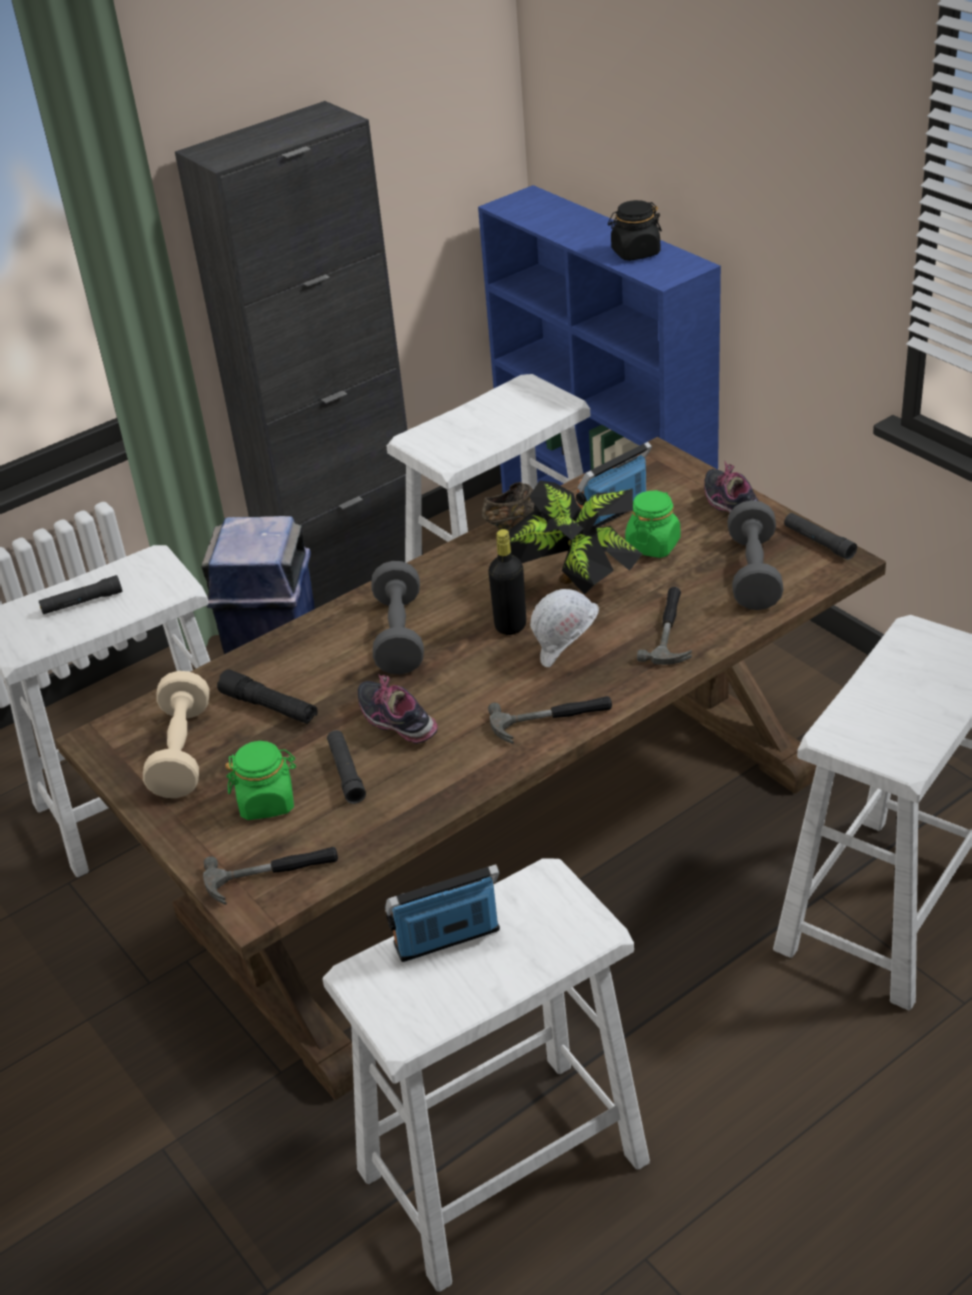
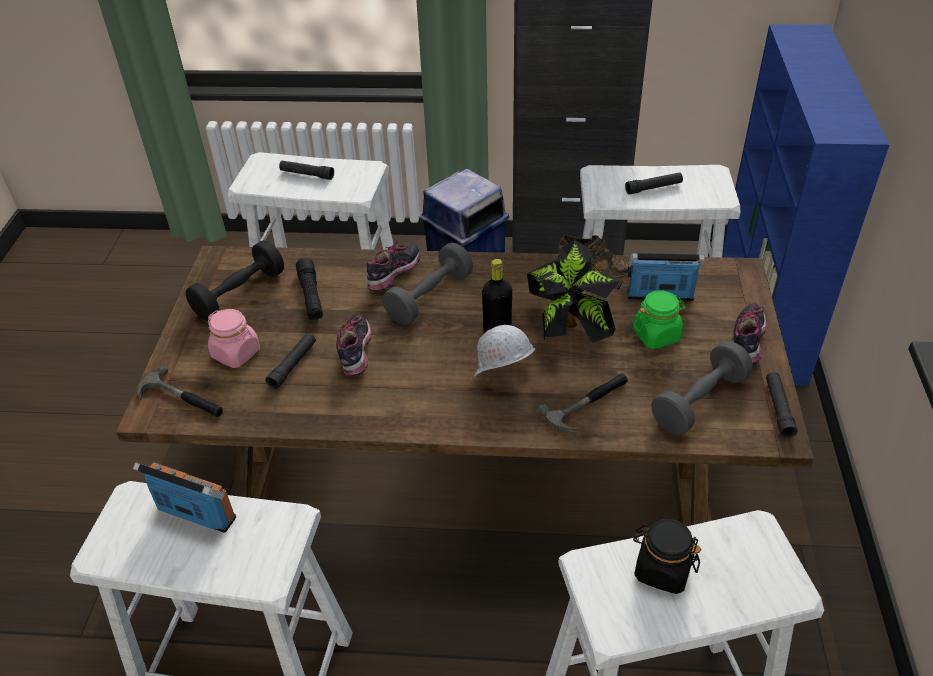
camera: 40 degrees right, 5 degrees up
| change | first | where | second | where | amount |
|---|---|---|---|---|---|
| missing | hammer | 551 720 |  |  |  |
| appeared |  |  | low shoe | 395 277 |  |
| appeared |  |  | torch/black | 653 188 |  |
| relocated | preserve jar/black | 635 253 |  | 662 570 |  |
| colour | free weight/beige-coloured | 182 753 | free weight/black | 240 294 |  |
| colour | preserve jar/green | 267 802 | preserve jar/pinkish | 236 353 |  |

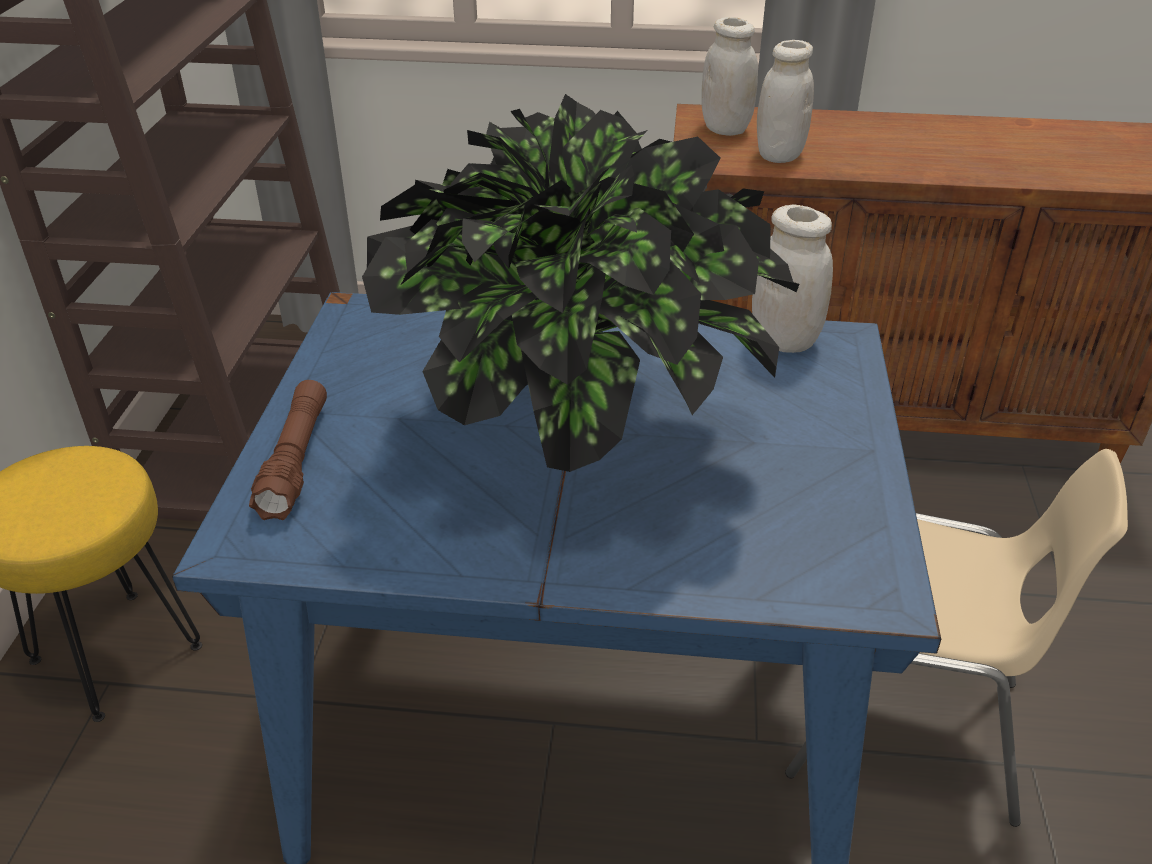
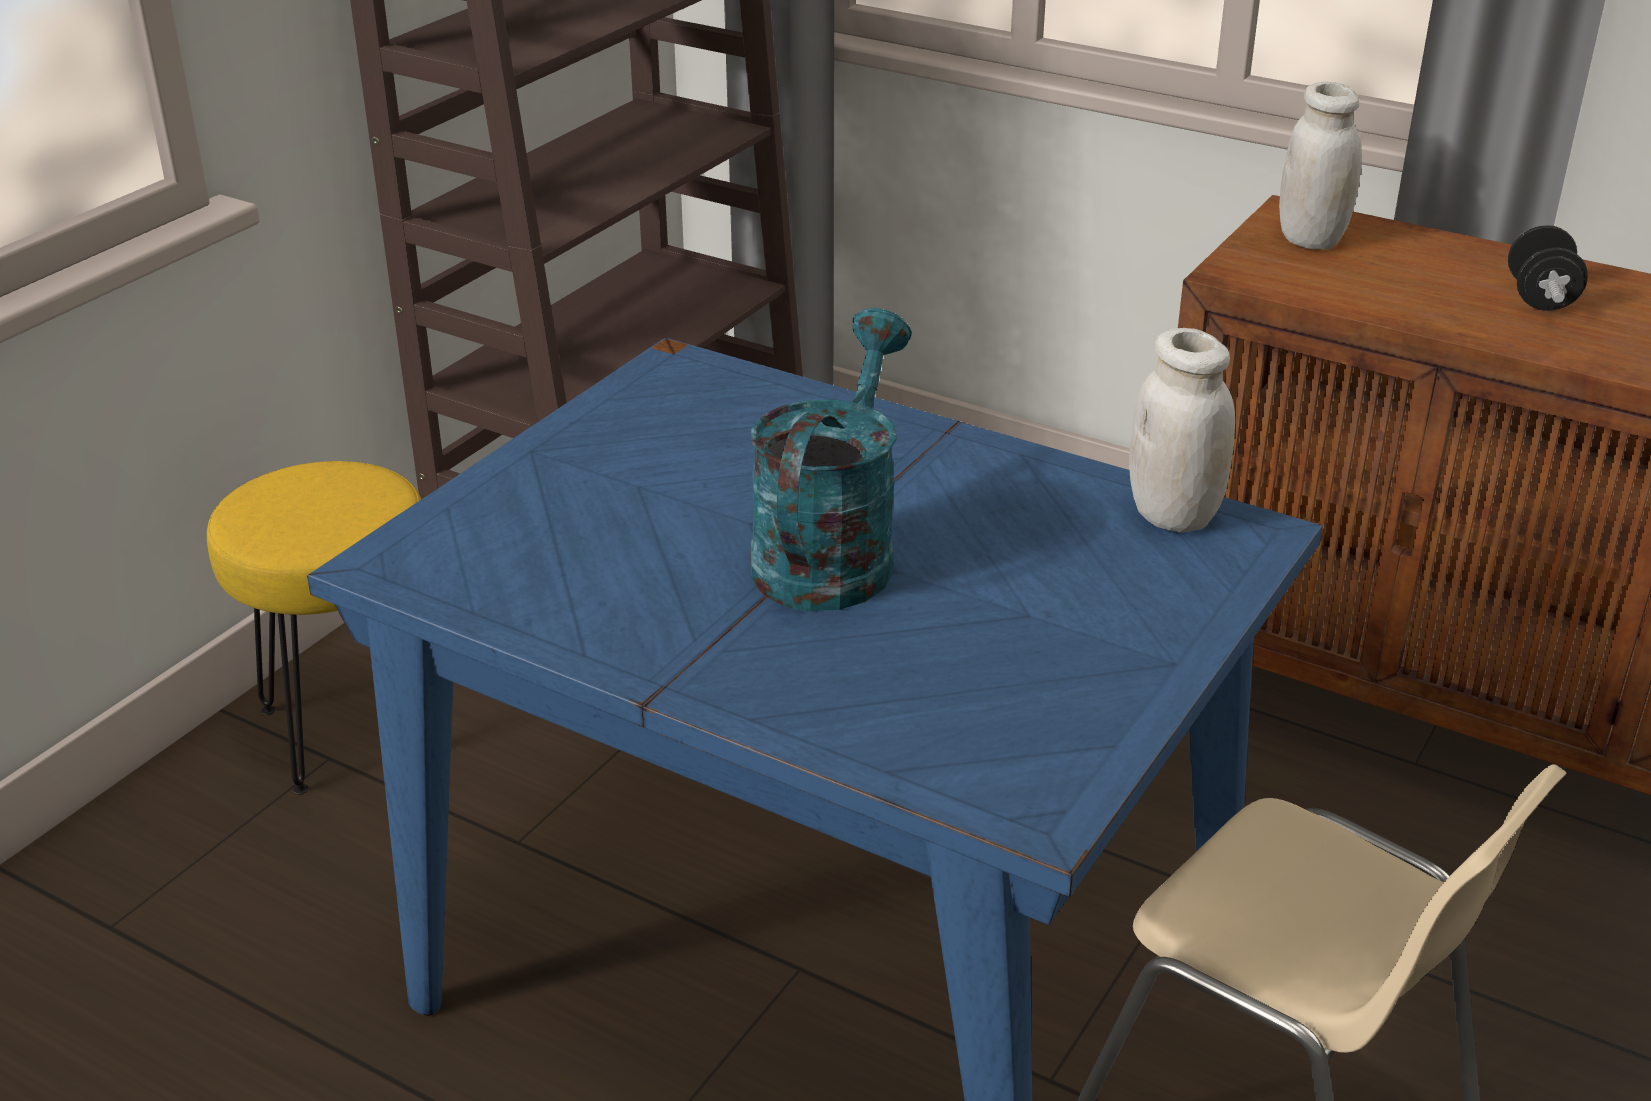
camera: 25 degrees right, 5 degrees down
| change | first | where | second | where | amount |
|---|---|---|---|---|---|
| missing | torch/brown-coloured | 295 461 |  |  |  |
| missing | preserve jar/white-coloured | 779 155 |  |  |  |
| appeared |  |  | free weight/black | 1540 298 |  |
| exchanged | houseplant | 581 431 | sprinkling can/turquoise | 830 551 |  |

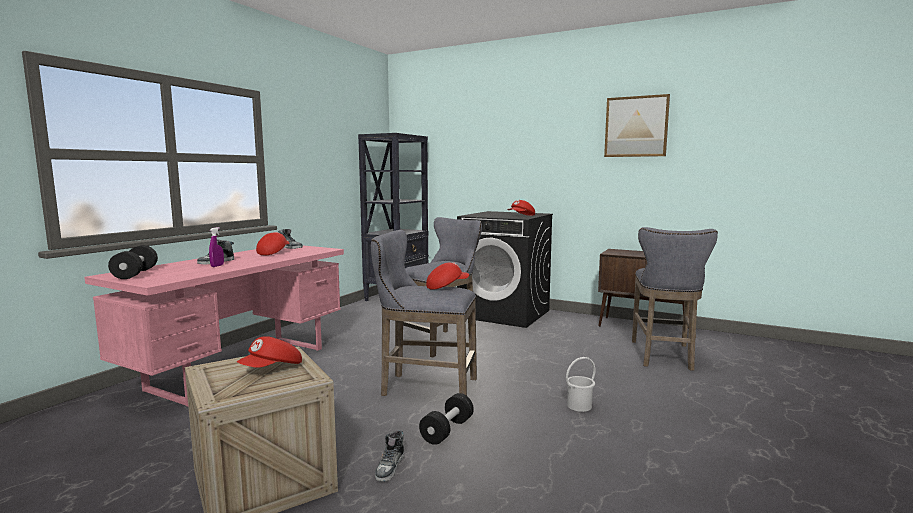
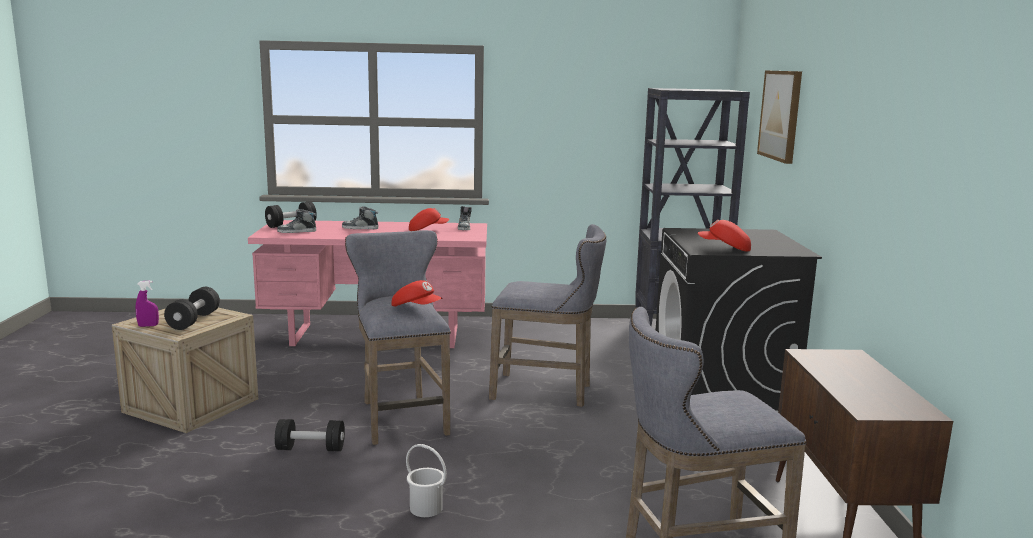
camera: 60 degrees right, 5 degrees up
| change | first | where | second | where | amount |
|---|---|---|---|---|---|
| relocated | sprayer/purple-coloured | 217 266 |  | 148 326 |  |
| relocated | low shoe | 390 467 |  | 297 231 |  |
| relocated | picture | 636 126 |  | 781 115 |  |
| exchanged | baseball cap/red-coloured | 272 369 | free weight/black | 194 321 |  |

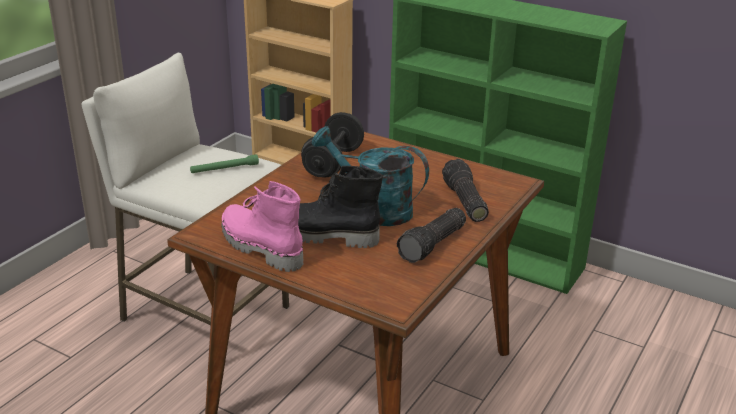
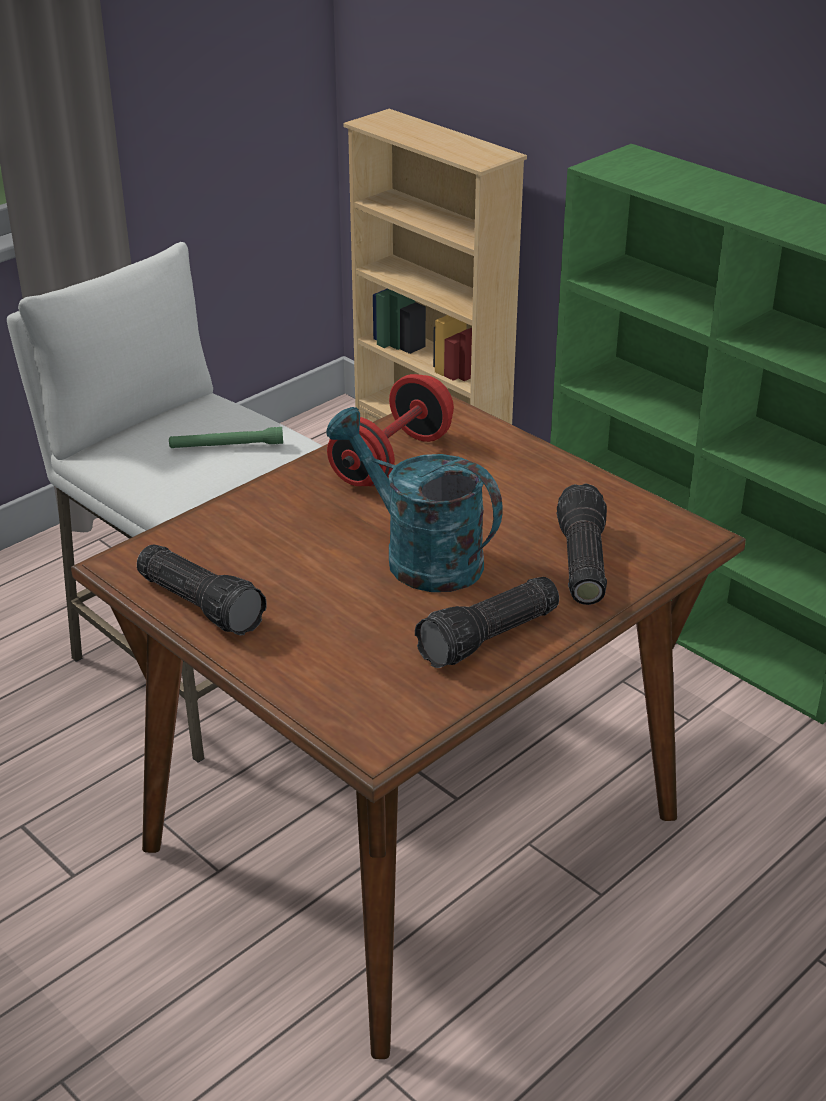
camera: 15 degrees right, 5 degrees up
| change | first | where | second | where | amount |
|---|---|---|---|---|---|
| missing | boot/black | 325 236 |  |  |  |
| exchanged | boot/pinkish | 259 248 | torch | 203 603 |  |
| colour | free weight/black | 333 163 | free weight/red-coloured | 392 460 |  |

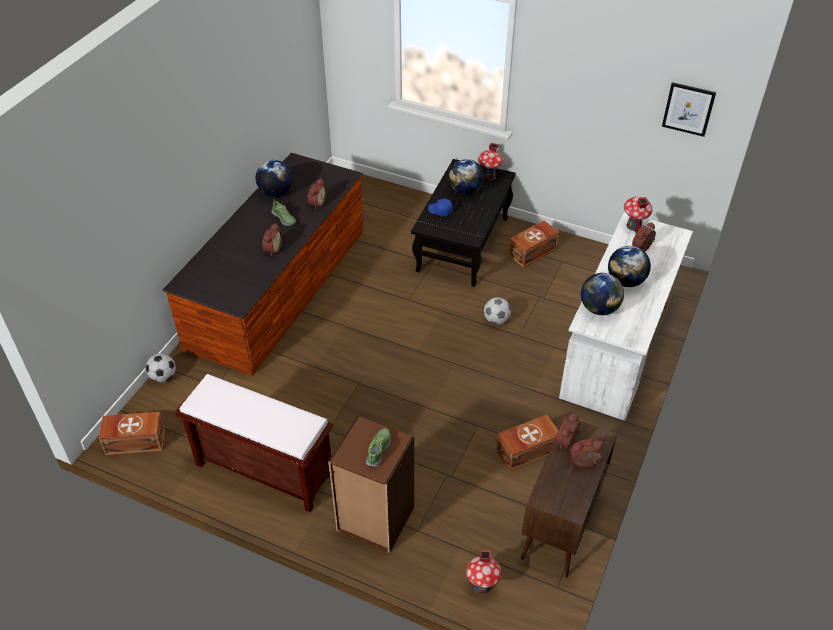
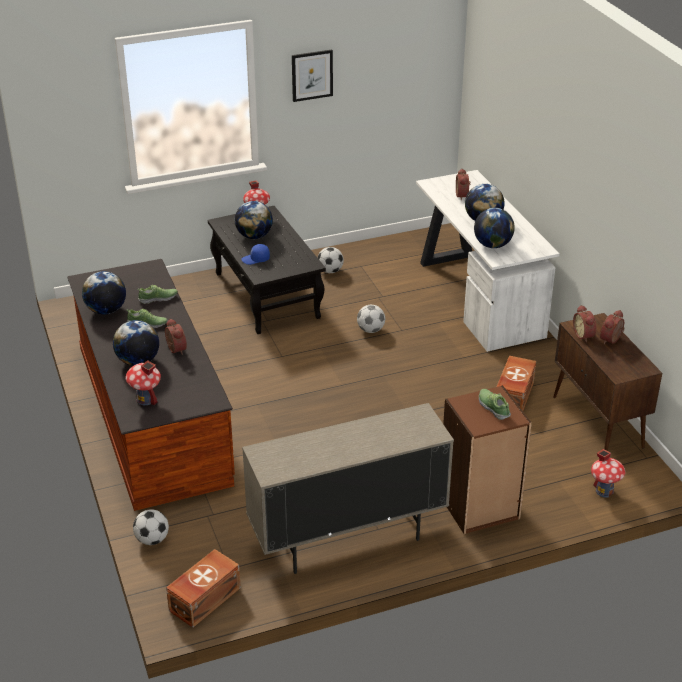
camera: 45 degrees left, 10 degrees down
| change | first | where | second | where | amount |
|---|---|---|---|---|---|
| appeared |  |  | globe | 138 361 |  |
| relocated | miniature house | 634 226 |  | 145 399 |  |
| relocated | picture | 688 109 |  | 312 75 |  |
| exchanged | indoor bench/brown-coloured | 263 470 | cabinet/beige-coloured | 347 539 |  |
| exchanged | alarm clock | 316 203 | low shoe | 158 299 |  |
| exchanged | storage container/brown-coloured | 533 252 | football ball | 330 271 |  |

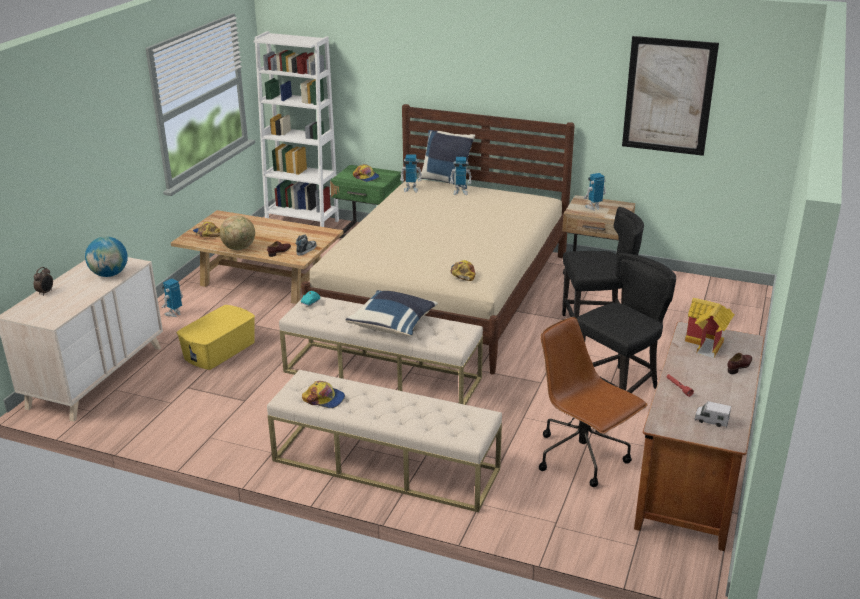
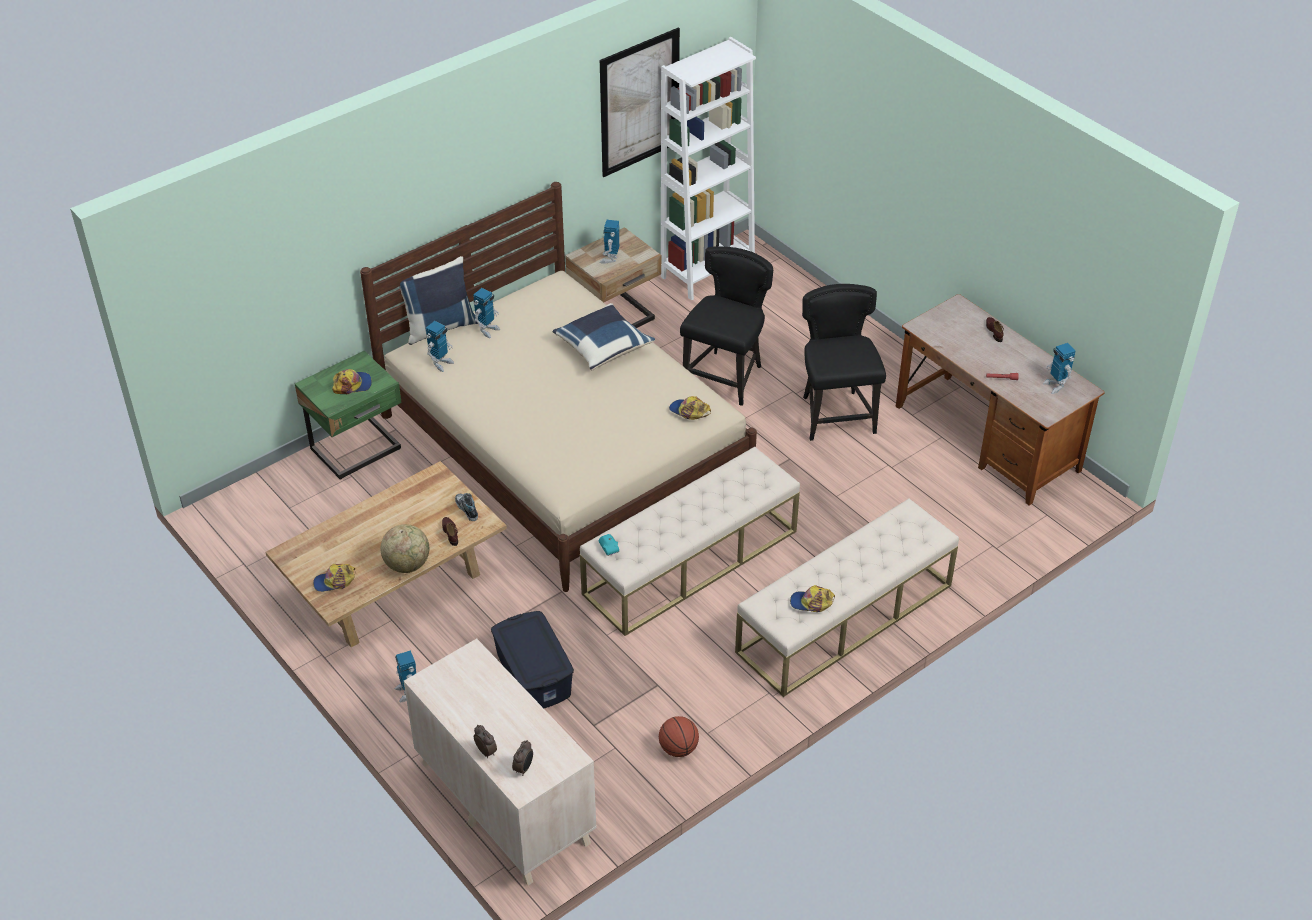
camera: 60 degrees left, 15 degrees up
| change | first | where | second | where | amount |
|---|---|---|---|---|---|
| missing | globe | 110 274 |  |  |  |
| missing | computer chair/brown-coloured | 583 457 |  |  |  |
| missing | miniature house | 707 345 |  |  |  |
| appeared |  |  | alarm clock | 524 768 |  |
| appeared |  |  | basketball ball | 678 748 |  |
| relocated | bookshelf/white-coloured | 302 223 |  | 707 272 |  |
| relocated | throw pillow/blue | 393 325 |  | 603 348 |  |
| exchanged | model truck | 711 420 | robot figure | 1055 386 |  |
| colour | storage container/yellow | 220 350 | storage container/blue | 534 674 |  |
| spun | baseball cap | 324 399 |  | 811 603 | 135 degrees counterclockwise |

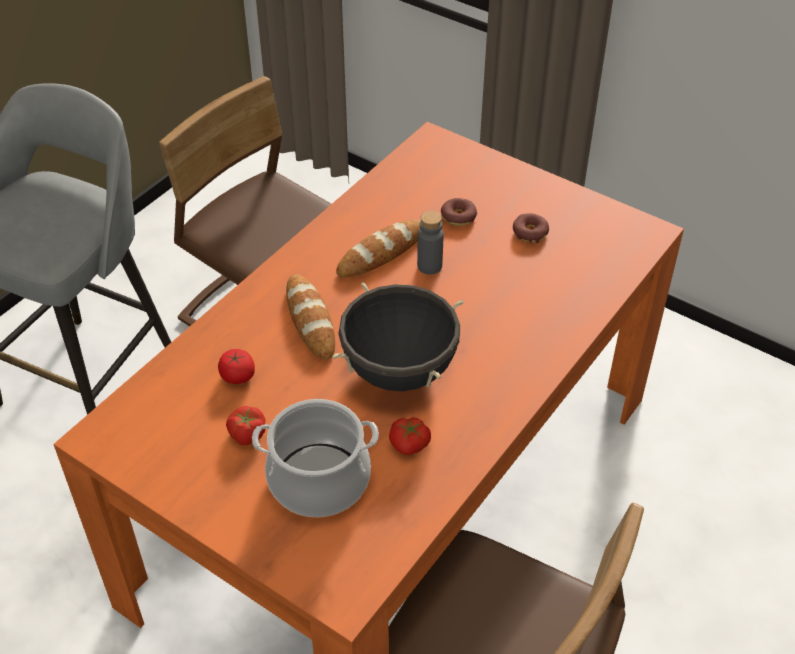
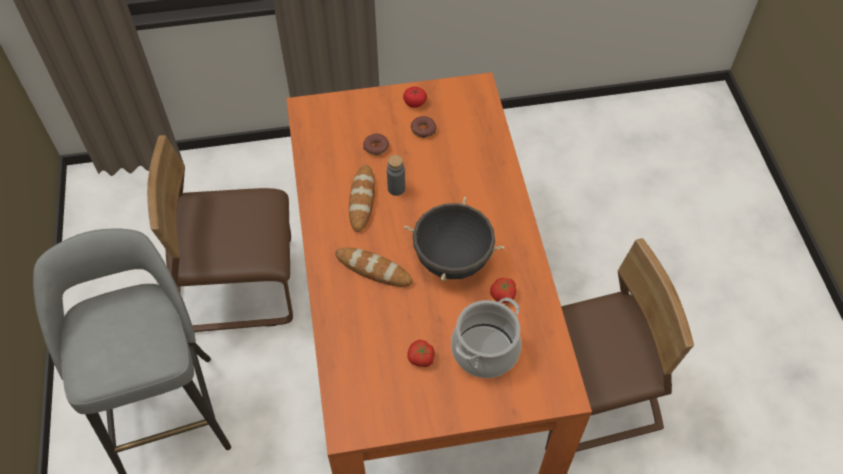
camera: 45 degrees left, 10 degrees up
| change | first | where | second | where | amount |
|---|---|---|---|---|---|
| relocated | whole tomato | 237 375 |  | 414 102 |  |

